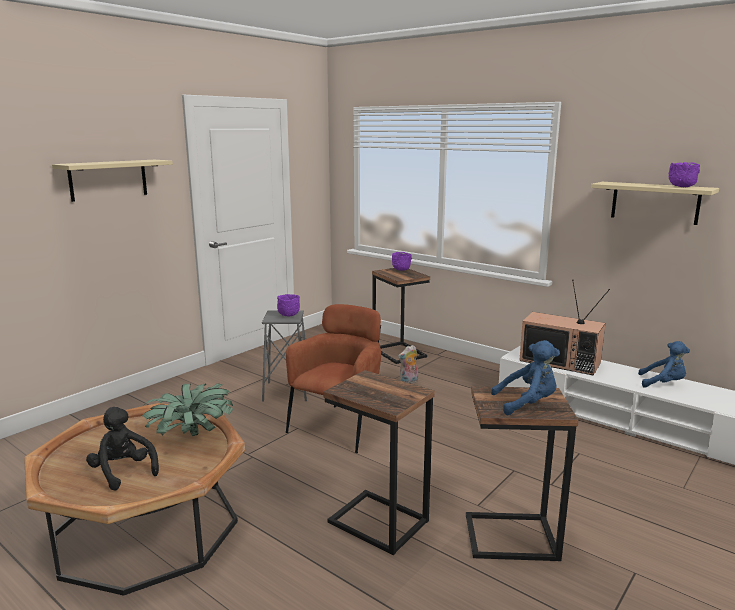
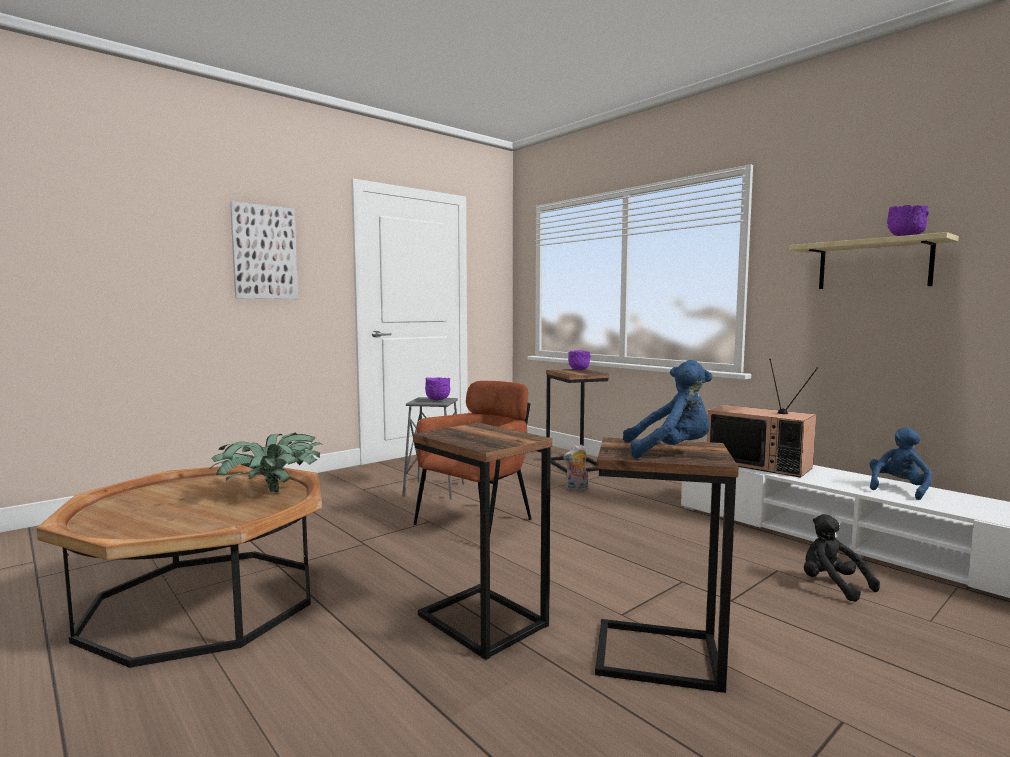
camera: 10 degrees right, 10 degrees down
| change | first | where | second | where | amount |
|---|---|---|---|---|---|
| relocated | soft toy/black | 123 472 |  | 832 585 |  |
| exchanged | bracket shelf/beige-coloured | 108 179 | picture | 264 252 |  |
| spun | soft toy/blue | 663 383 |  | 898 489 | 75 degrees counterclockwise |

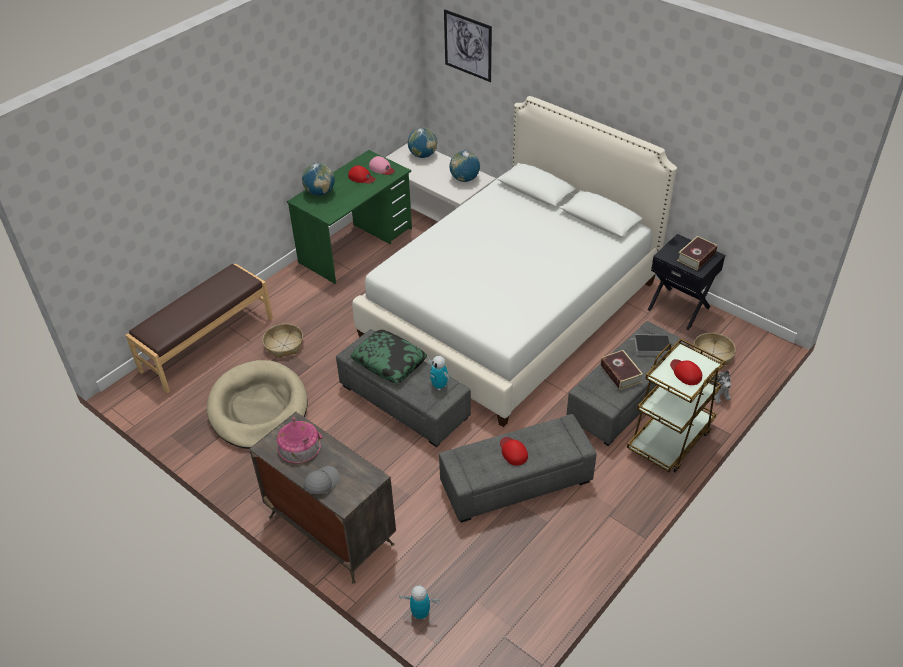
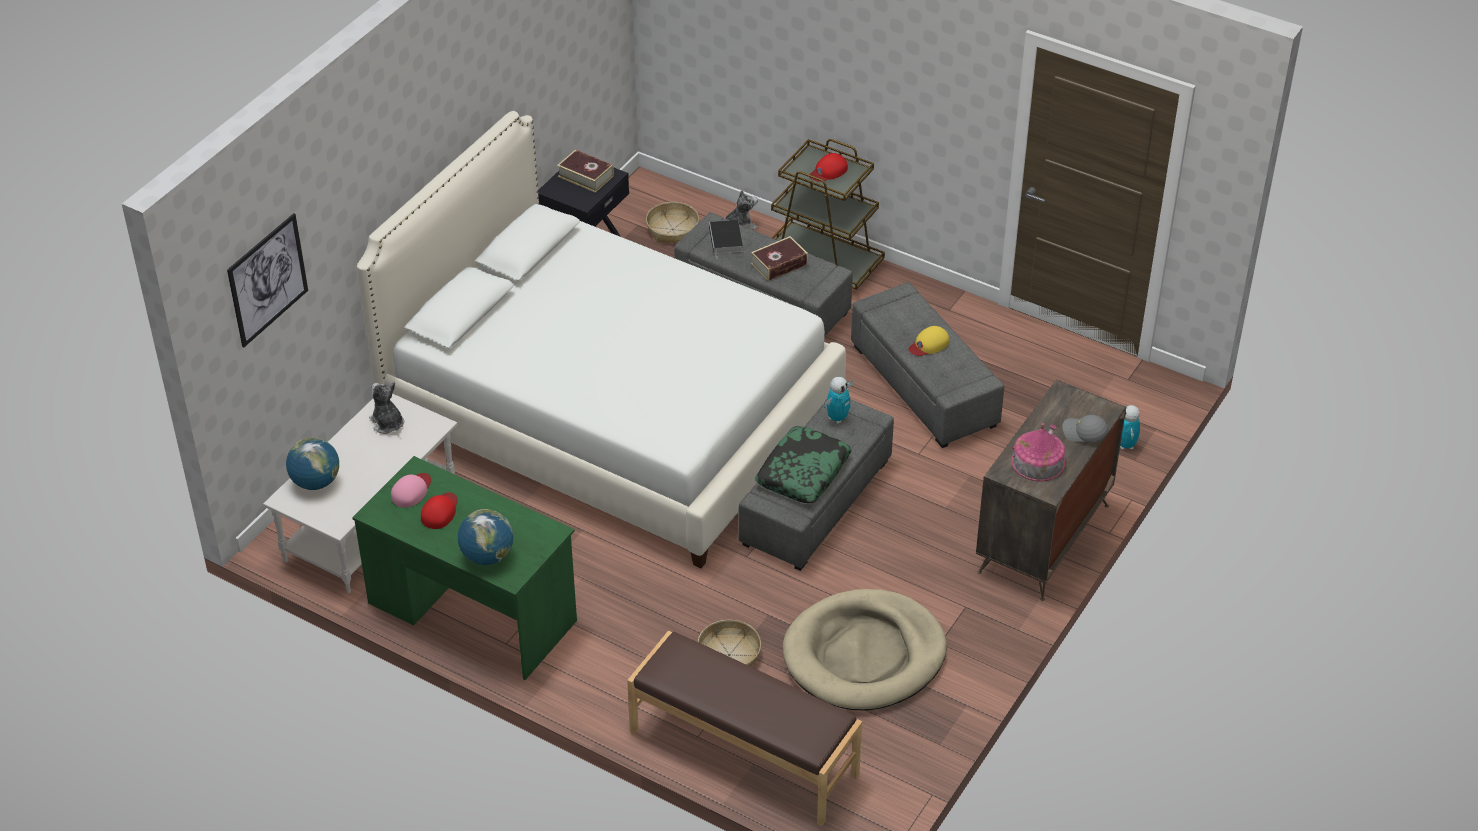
camera: 100 degrees left, 0 degrees up
| change | first | where | second | where | amount |
|---|---|---|---|---|---|
| exchanged | globe | 464 179 | soft toy | 387 423 |  |
| colour | baseball cap/red-coloured | 513 452 | baseball cap/yellow | 929 344 |  |

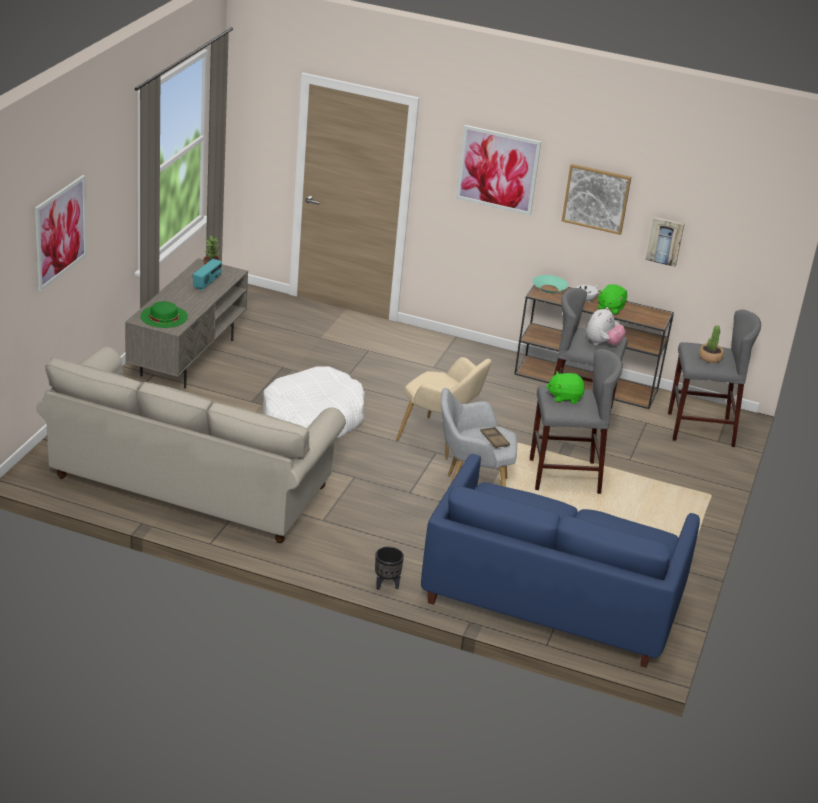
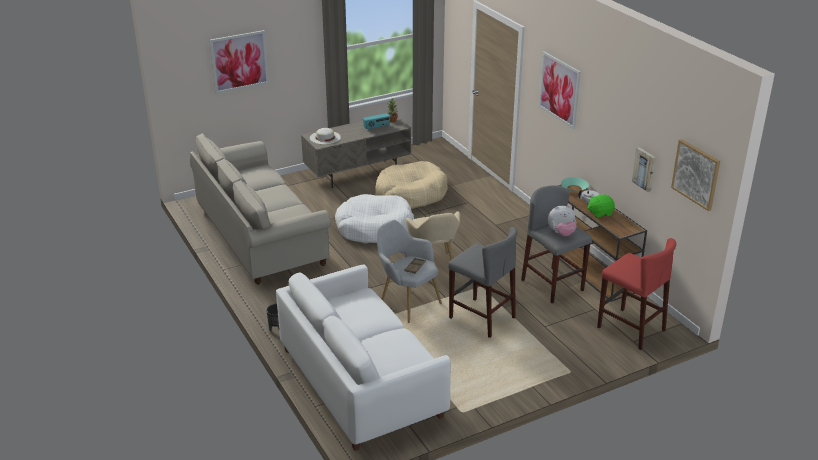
camera: 45 degrees right, 0 degrees up
| change | first | where | second | where | amount |
|---|---|---|---|---|---|
| missing | soft toy/green | 564 397 |  |  |  |
| missing | houseplant | 710 357 |  |  |  |
| appeared |  |  | dog cushion/beige-coloured | 410 194 |  |
| relocated | picture | 596 198 |  | 696 174 |  |
| colour | wearable hat/green | 164 316 | wearable hat/white-coloured | 325 137 |  |
| colour | settee/blue | 551 598 | settee/white-coloured | 360 382 |  |
| colour | sitting stool/grey | 700 429 | sitting stool/red-coloured | 631 328 |  |

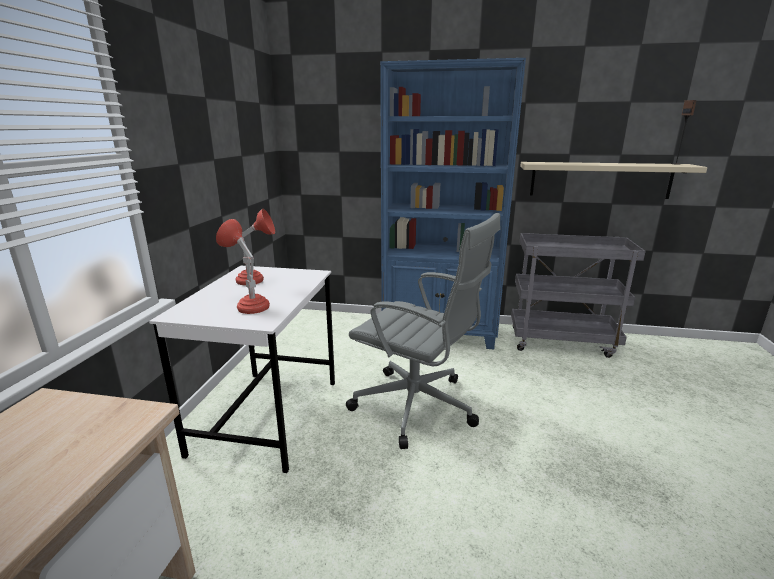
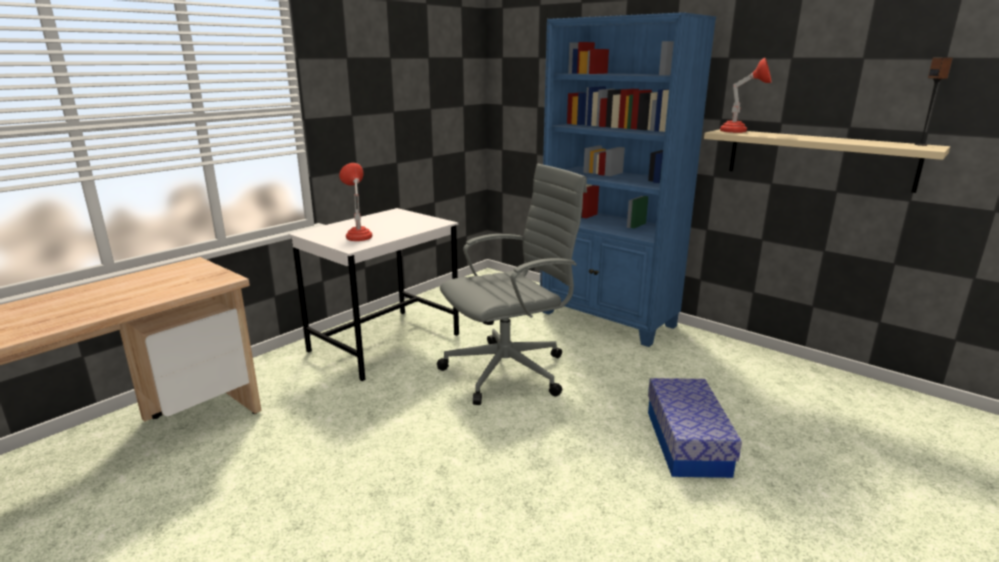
camera: 30 degrees right, 0 degrees up
| change | first | where | second | where | amount |
|---|---|---|---|---|---|
| missing | cart/grey | 562 341 |  |  |  |
| appeared |  |  | storage container | 687 442 |  |
| relocated | tabletop lamp/red-coloured | 257 282 |  | 740 132 |  |
| spun | computer chair/grey | 418 407 |  | 510 371 | 90 degrees counterclockwise |

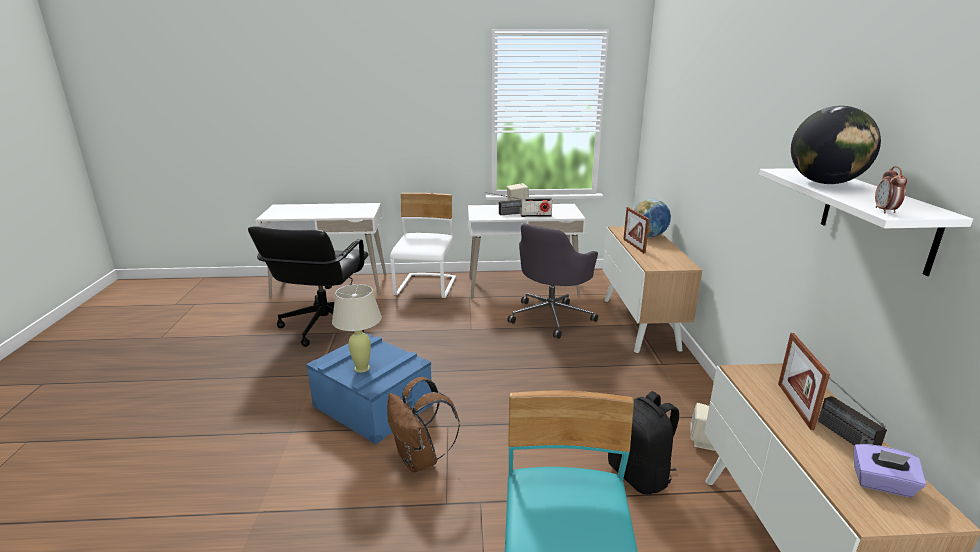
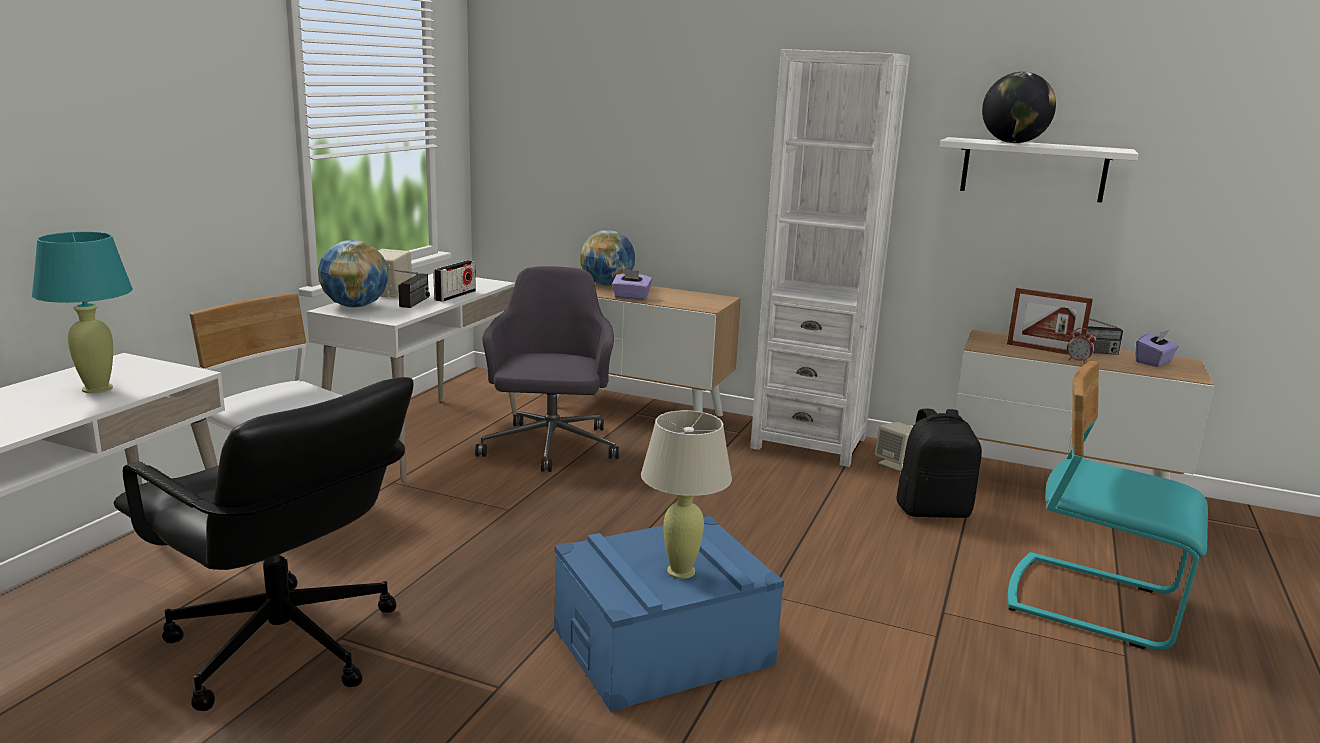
camera: 65 degrees left, 5 degrees down
| change | first | where | second | where | amount |
|---|---|---|---|---|---|
| missing | knapsack/brown-coloured | 420 459 |  |  |  |
| appeared |  |  | tabletop lamp/turquoise | 97 388 |  |
| appeared |  |  | globe | 355 306 |  |
| appeared |  |  | bookshelf/white-coloured | 809 443 |  |
| relocated | alarm clock | 885 211 |  | 1078 361 |  |
| exchanged | photo frame | 634 246 | box of tissues/purple-coloured | 631 297 |  |
| spun | computer chair/grey | 552 316 |  | 550 448 | 150 degrees counterclockwise |

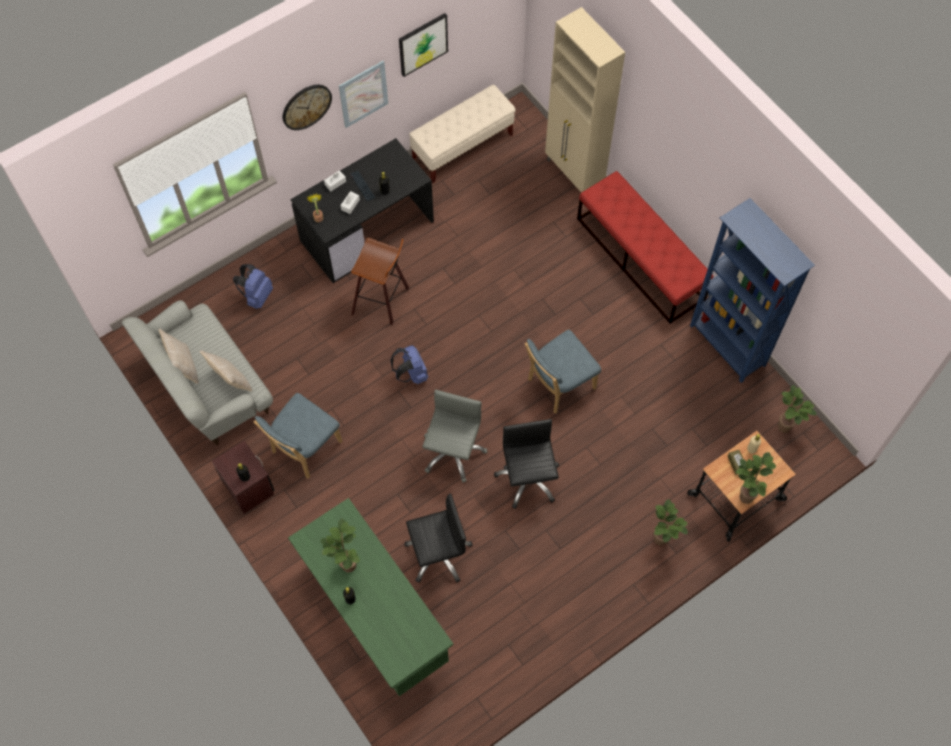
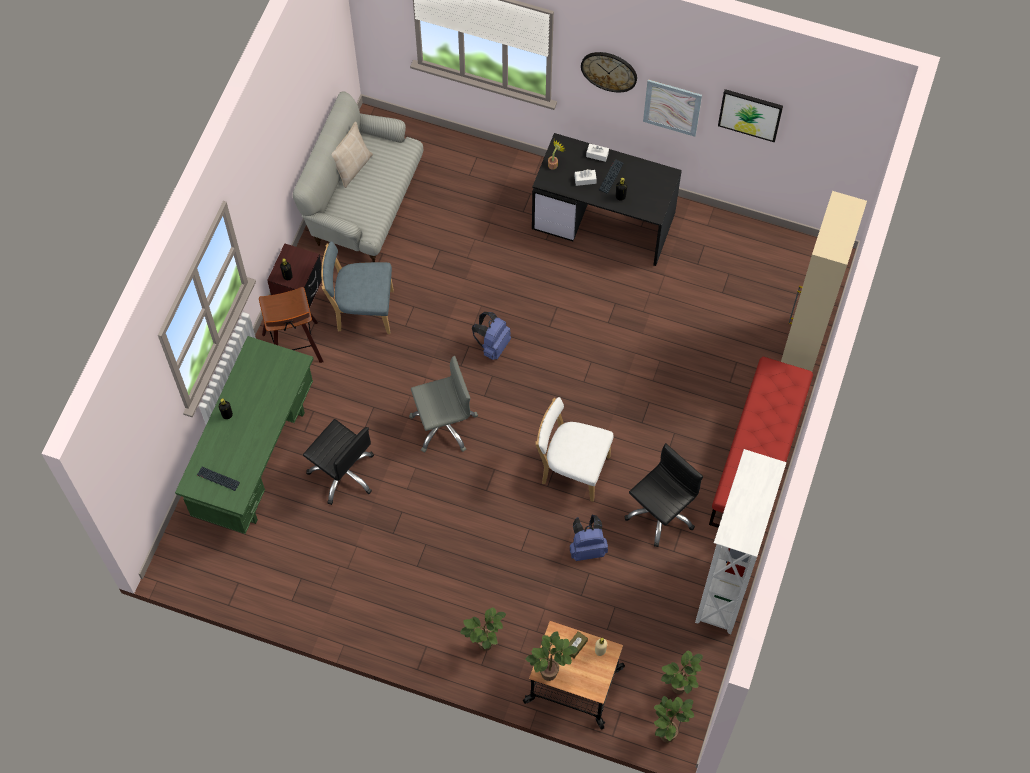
camera: 55 degrees right, 0 degrees up
| change | first | where | second | where | amount |
|---|---|---|---|---|---|
| missing | throw pillow/beige-coloured | 230 380 |  |  |  |
| missing | indoor bench/beige-coloured | 463 147 |  |  |  |
| appeared |  |  | keyboard | 218 479 |  |
| relocated | knapsack/blue | 257 296 |  | 587 548 |  |
| relocated | houseplant | 346 563 |  | 667 732 |  |
| relocated | sitting stool | 383 300 |  | 295 349 |  |
| relocated | computer chair/black | 527 479 |  | 660 513 |  |
| colour | chair/blue | 558 385 | chair/white-coloured | 572 469 |  |
| colour | bookshelf/blue | 727 346 | bookshelf/white-coloured | 724 588 |  |

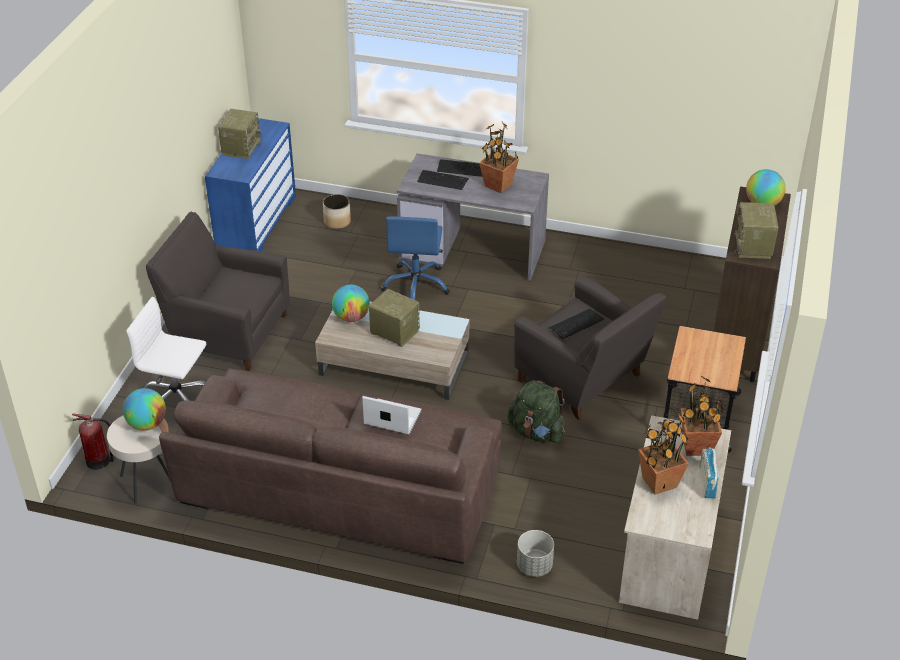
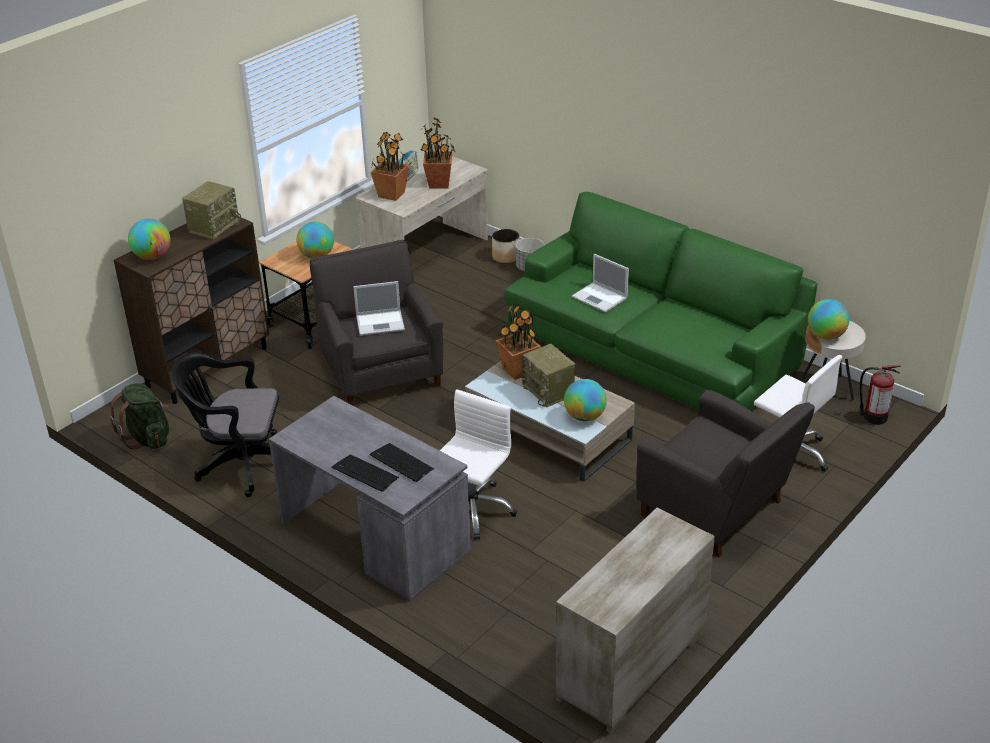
camera: 155 degrees left, 5 degrees down
| change | first | where | second | where | amount |
|---|---|---|---|---|---|
| missing | radio receiver | 241 147 |  |  |  |
| appeared |  |  | computer chair/black | 240 464 |  |
| appeared |  |  | globe | 317 256 |  |
| relocated | plant pot | 337 222 |  | 506 257 |  |
| relocated | houseplant | 498 185 |  | 518 370 |  |
| relocated | knapsack/green | 537 432 |  | 148 438 |  |
| exchanged | keyboard | 576 324 | notebook computer | 381 323 |  |
| colour | settee/brown-coloured | 339 485 | settee/green | 653 347 |  |
| colour | dresser/blue | 256 223 | dresser/beige-coloured | 632 666 |  |
| colour | computer chair/blue | 416 285 | computer chair/white-coloured | 472 509 |  |

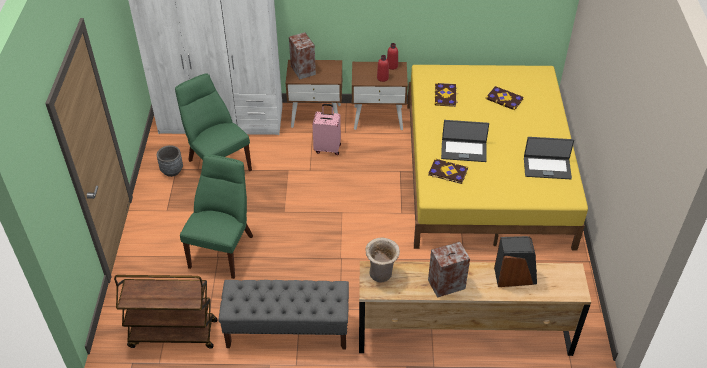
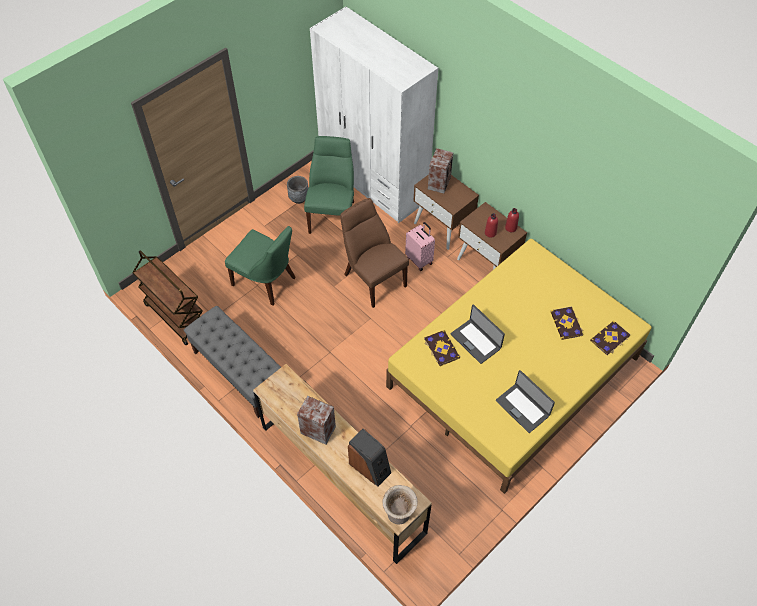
camera: 45 degrees right, 10 degrees up
| change | first | where | second | where | amount |
|---|---|---|---|---|---|
| appeared |  |  | chair/brown-coloured | 373 278 |  |
| relocated | vase/beige-coloured | 381 273 |  | 399 514 |  |
| relocated | book | 445 95 |  | 610 339 |  |
| spun | chair/green | 223 249 |  | 266 282 | 60 degrees clockwise |

